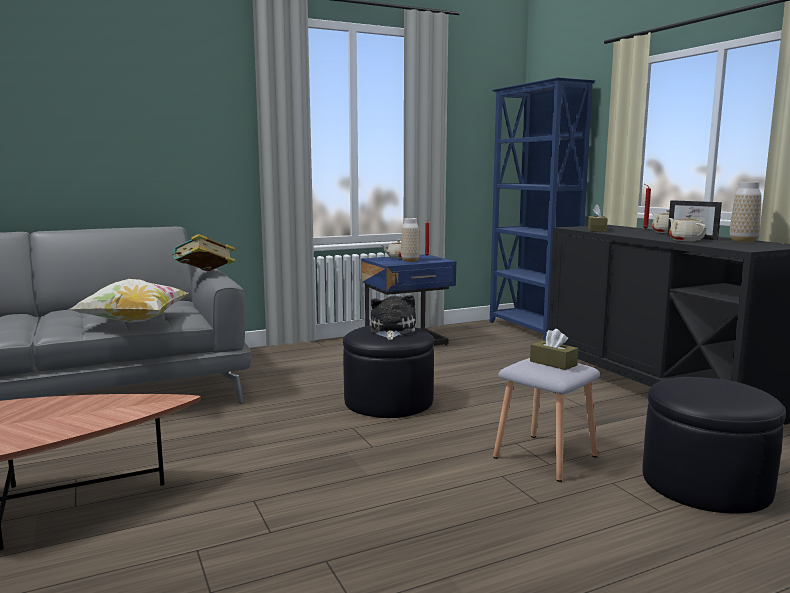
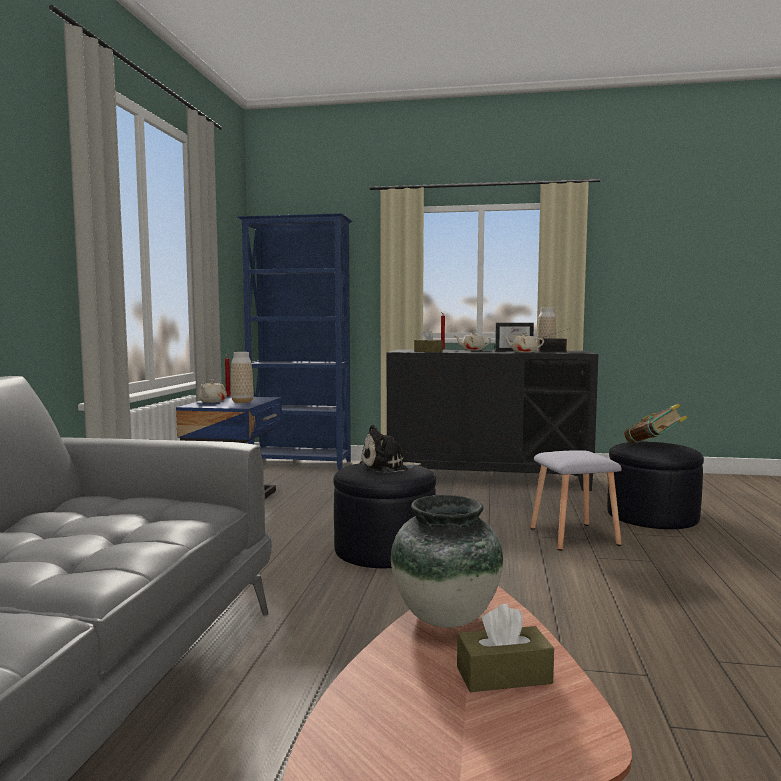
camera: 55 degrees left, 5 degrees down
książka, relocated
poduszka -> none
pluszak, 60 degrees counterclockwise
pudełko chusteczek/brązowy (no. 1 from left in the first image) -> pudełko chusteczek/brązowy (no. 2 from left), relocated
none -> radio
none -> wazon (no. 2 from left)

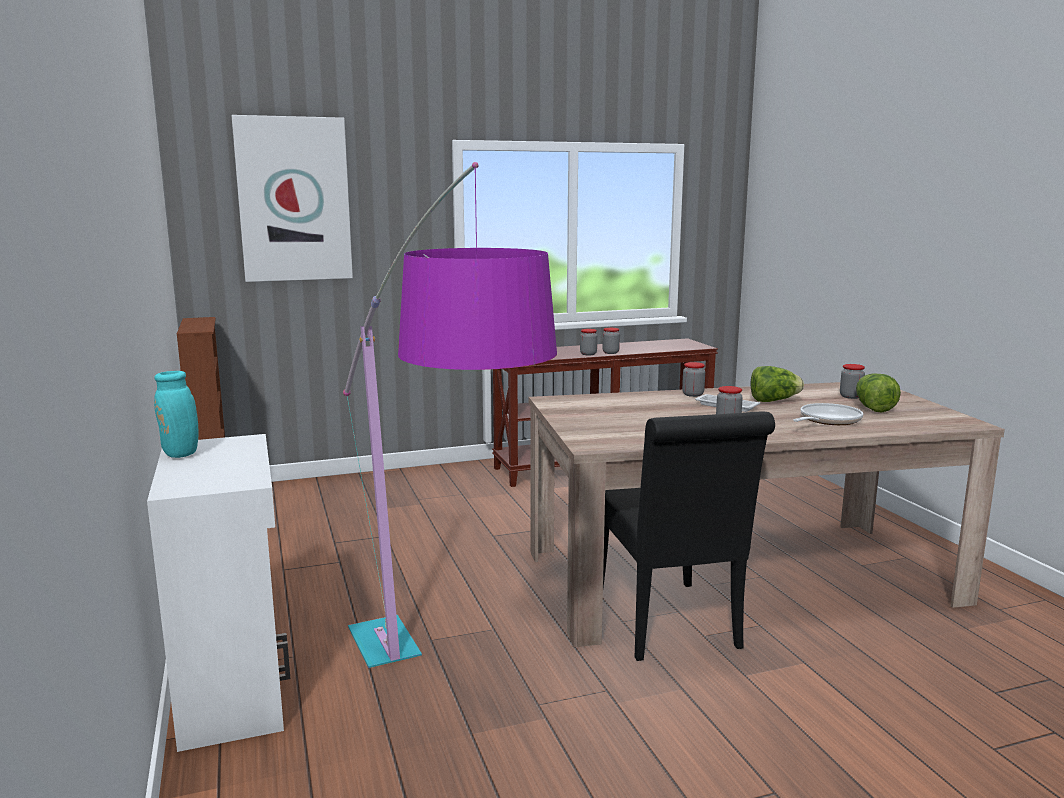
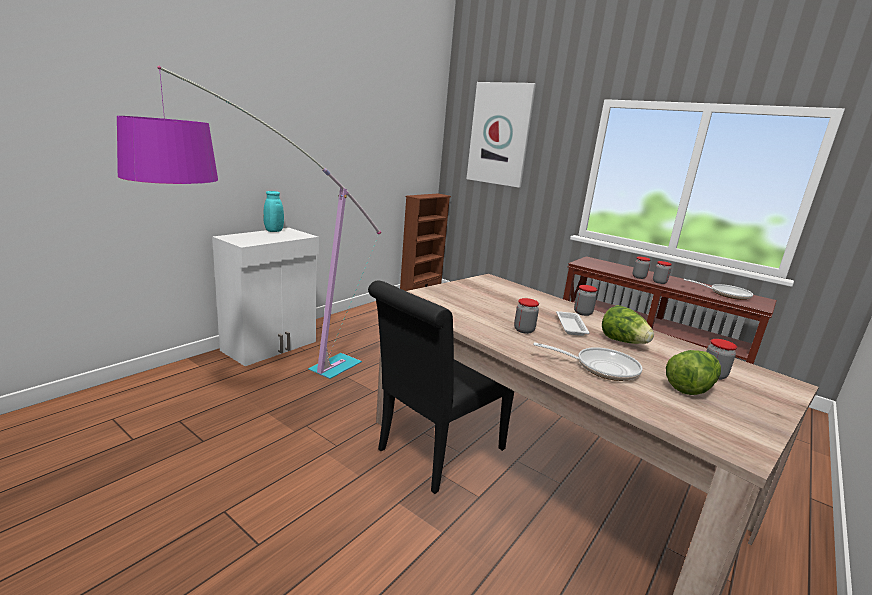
camera: 55 degrees right, 5 degrees up
none -> patelnia (no. 2 from left)

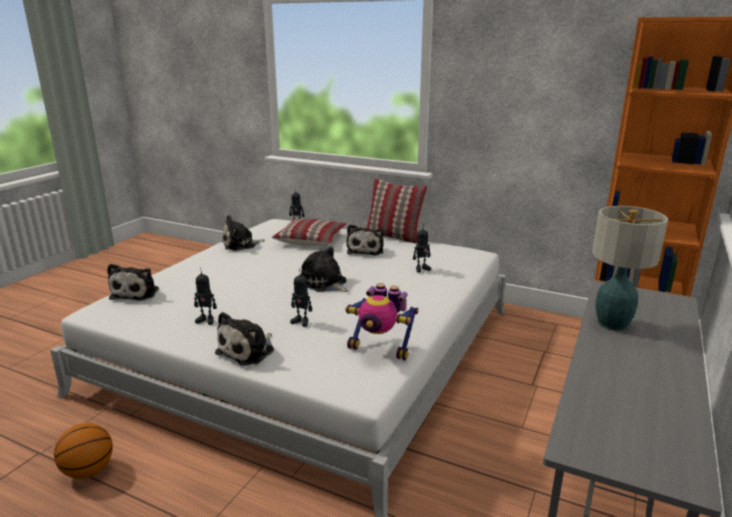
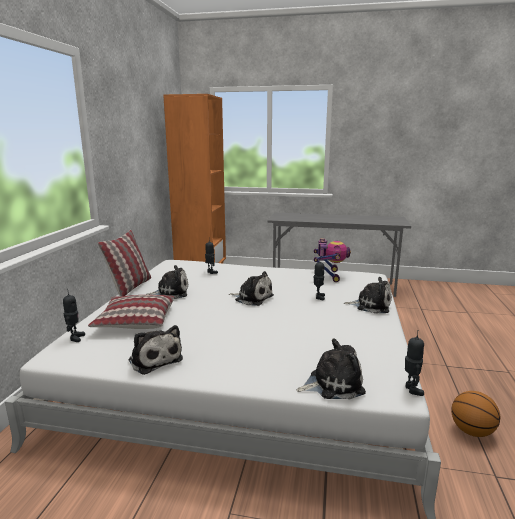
camera: 105 degrees left, 5 degrees down
lampa stołowa -> none
pluszak (no. 4 from left in the first image) -> pluszak (no. 3 from left), 90 degrees counterclockwise
robot zabawkowy (no. 1 from left in the first image) -> robot zabawkowy (no. 5 from left), relocated

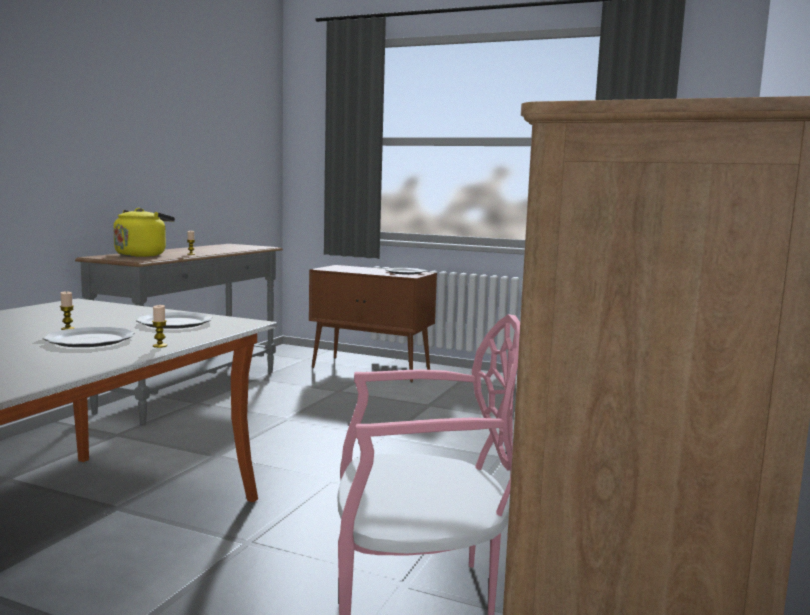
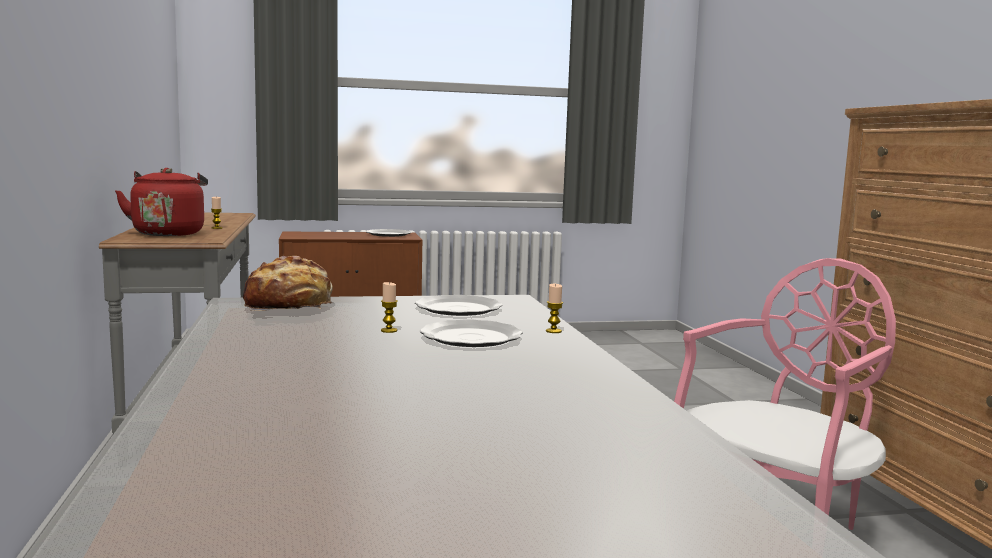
camera: 35 degrees left, 0 degrees up
czajnik/żółty -> czajnik/czerwony
none -> chleb

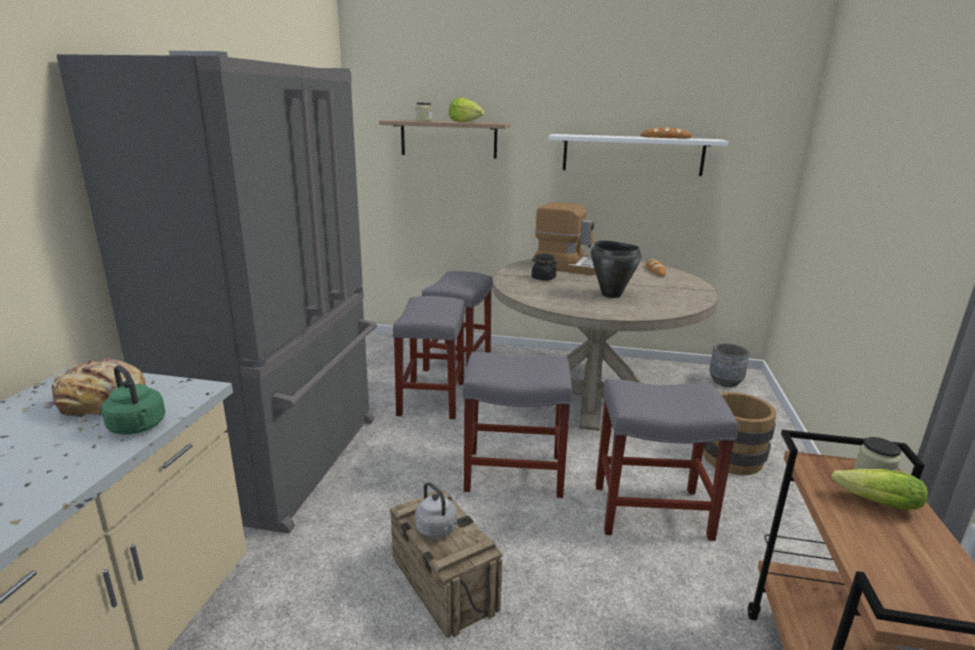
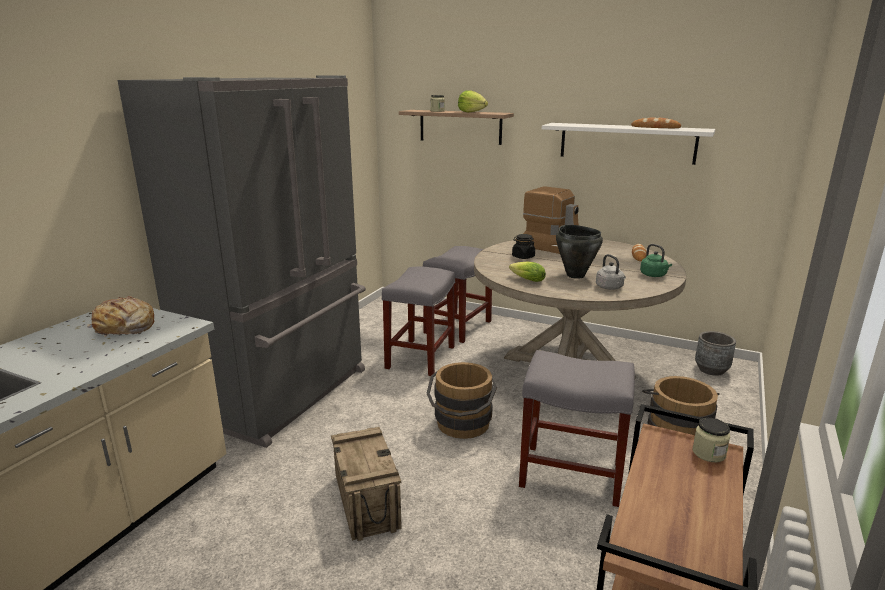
camera: 15 degrees right, 0 degrees up
stołek/szary (no. 3 from left) -> wiadro/brązowy (no. 1 from left)
czajnik/zielony, relocated
sałata (no. 2 from left), relocated
czajnik/szary, relocated

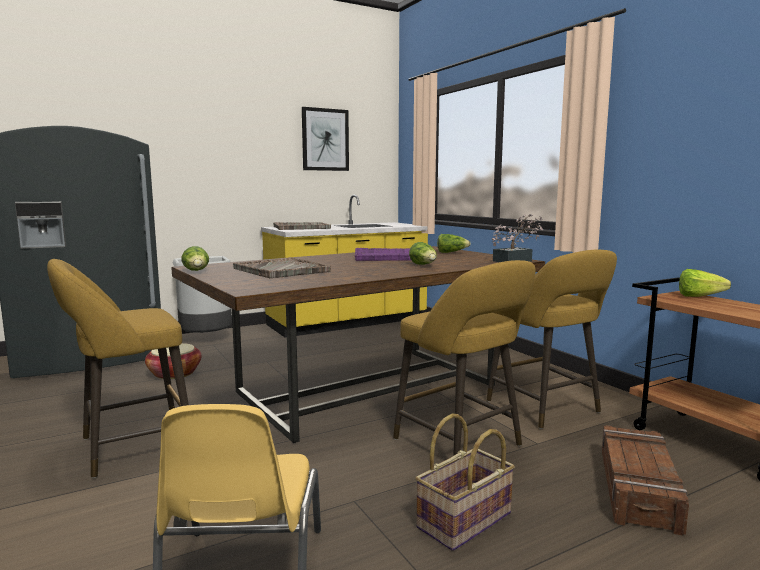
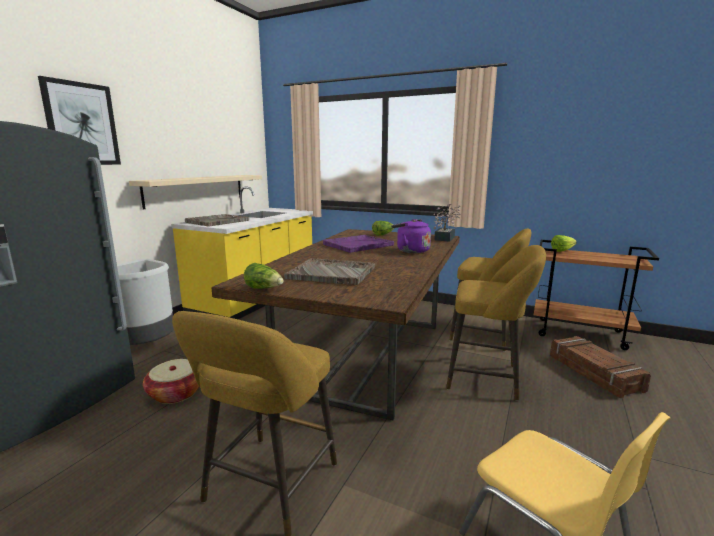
camera: 35 degrees left, 5 degrees up
obraz, relocated
sałata (no. 2 from left) -> czajnik/fioletowy
koszyk (no. 2 from left) -> none
none -> półka/beżowy

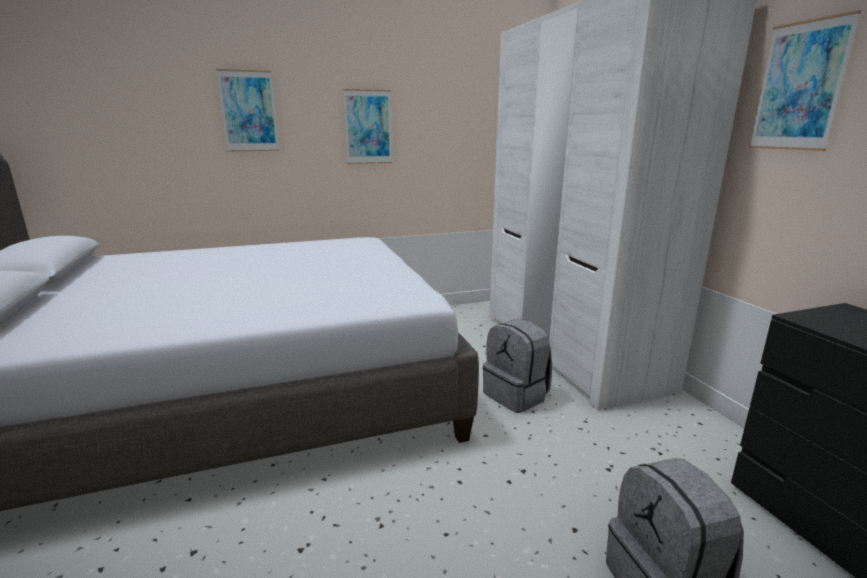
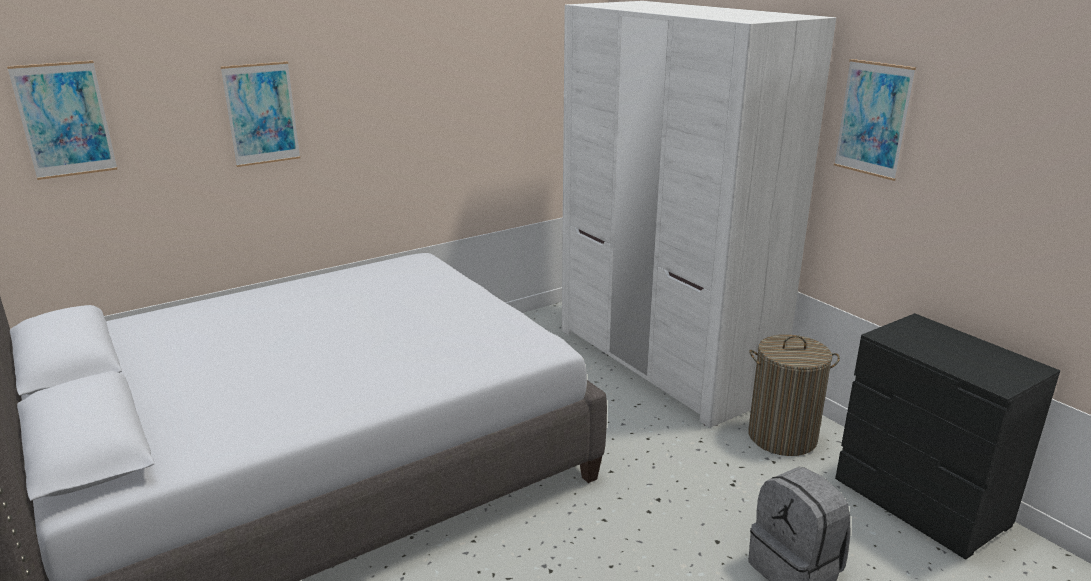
camera: 15 degrees left, 5 degrees up
obraz (no. 2 from left in the first image) -> obraz (no. 1 from left), relocated
plecak/szary (no. 1 from left) -> none
none -> kosz na pranie

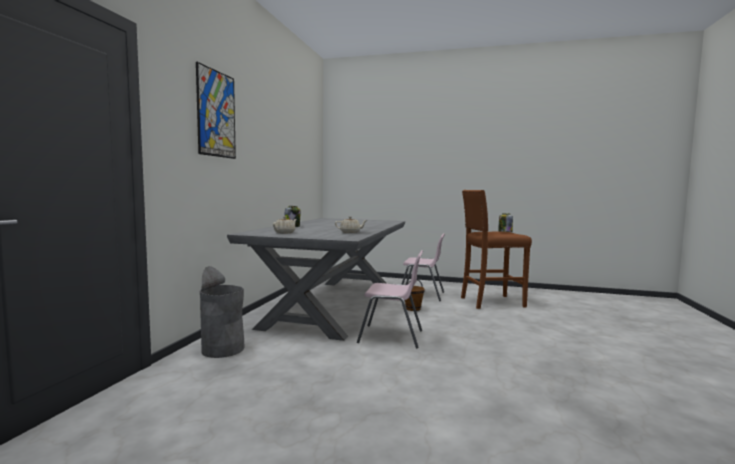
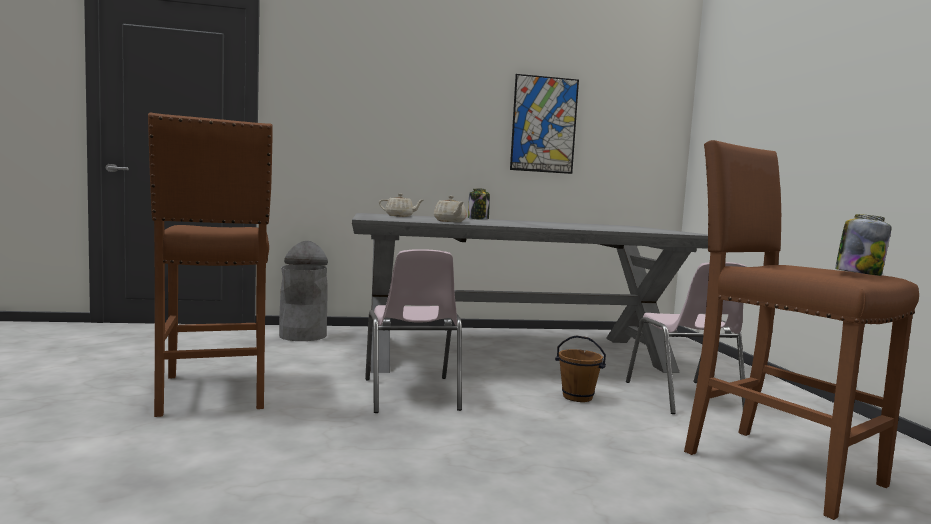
camera: 65 degrees right, 0 degrees up
obraz, relocated
none -> stołek/brązowy (no. 1 from left)

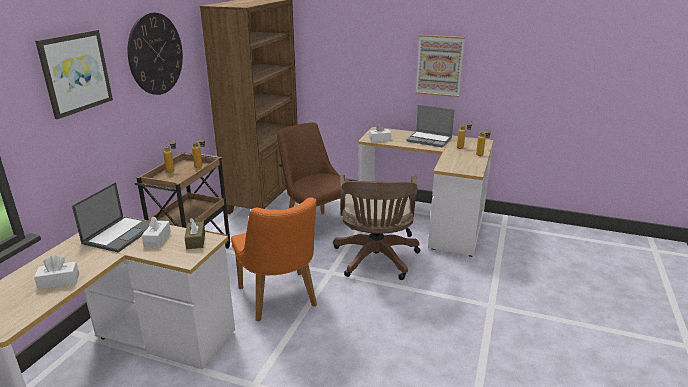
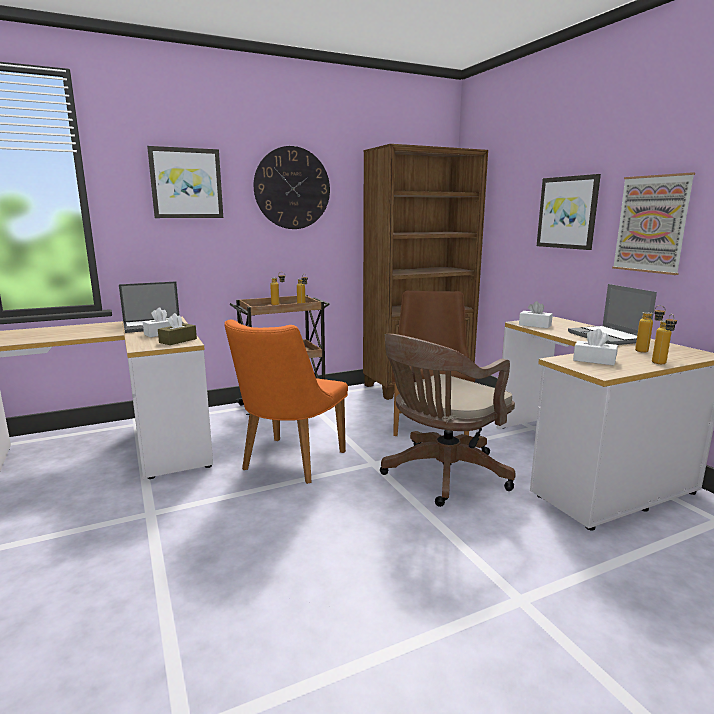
camera: 45 degrees right, 10 degrees down
pudełko chusteczek/biały (no. 1 from left in the first image) -> pudełko chusteczek/biały (no. 3 from left), relocated
none -> obraz (no. 2 from left)

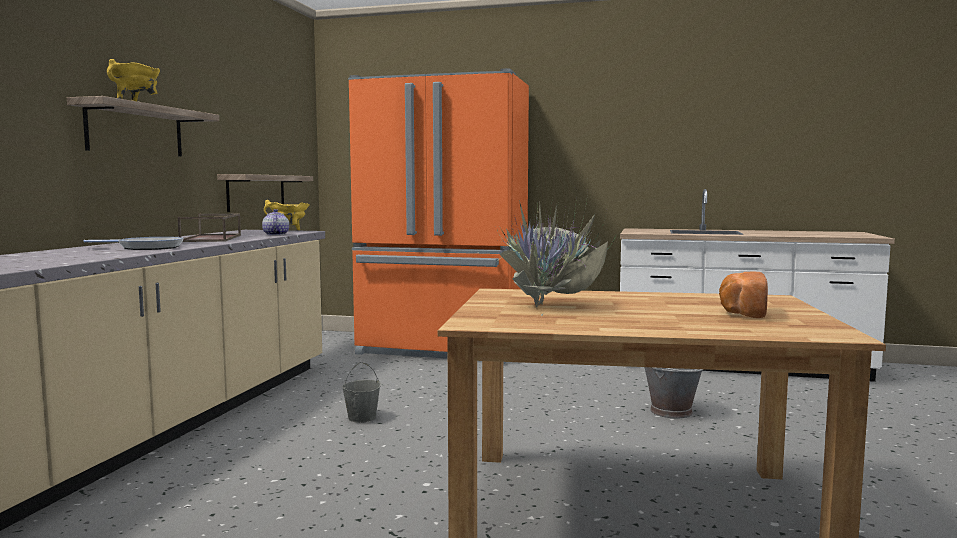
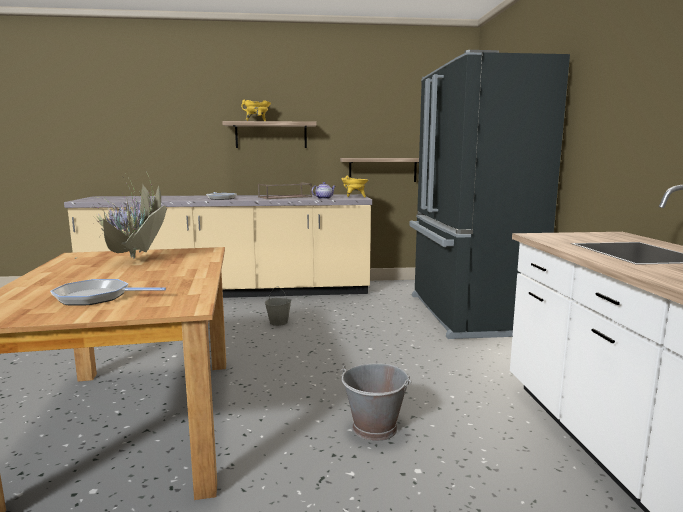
camera: 70 degrees right, 5 degrees up
lodówka/pomarańczowy -> lodówka/czarny
chleb -> patelnia (no. 1 from left)

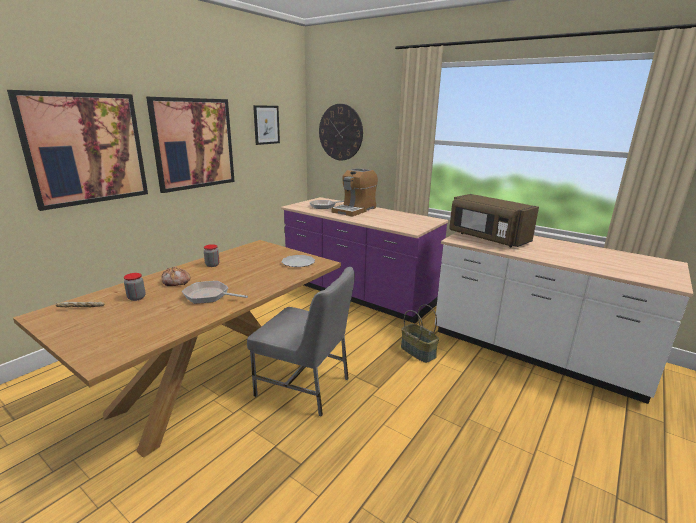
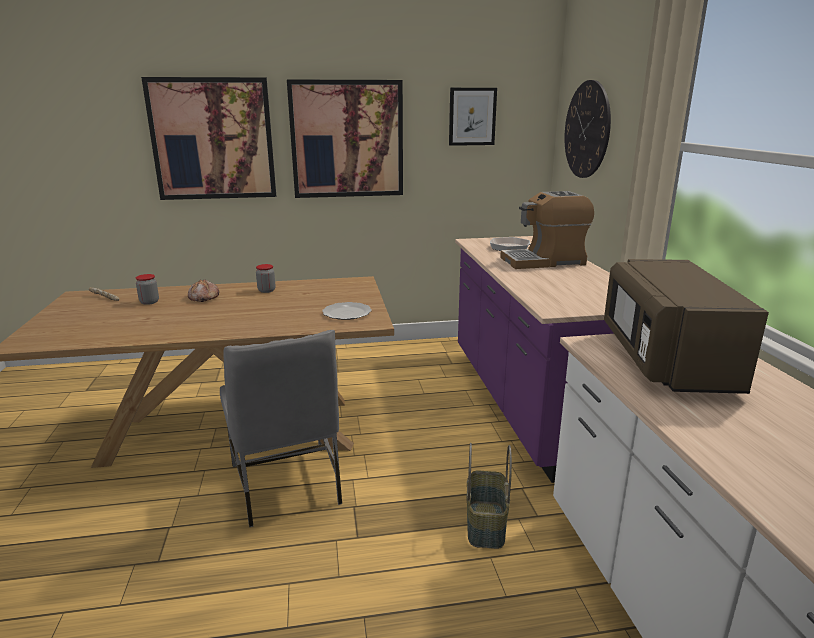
camera: 45 degrees right, 0 degrees up
patelnia (no. 1 from left) -> none

